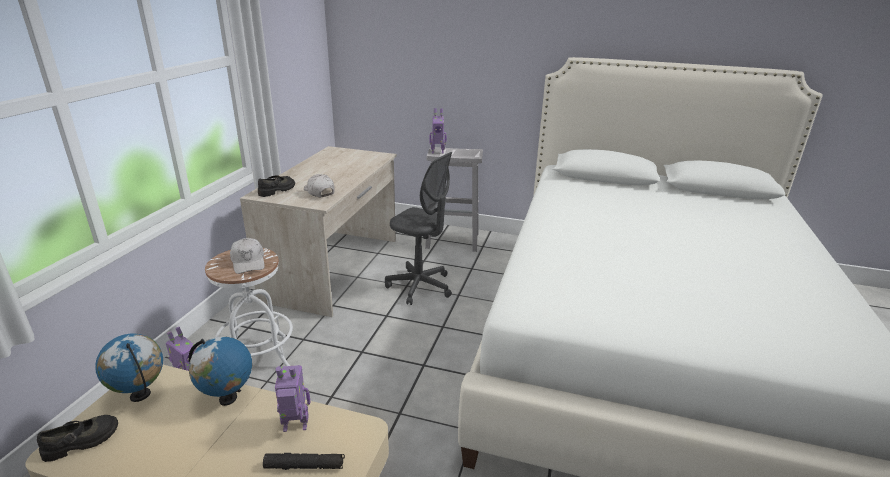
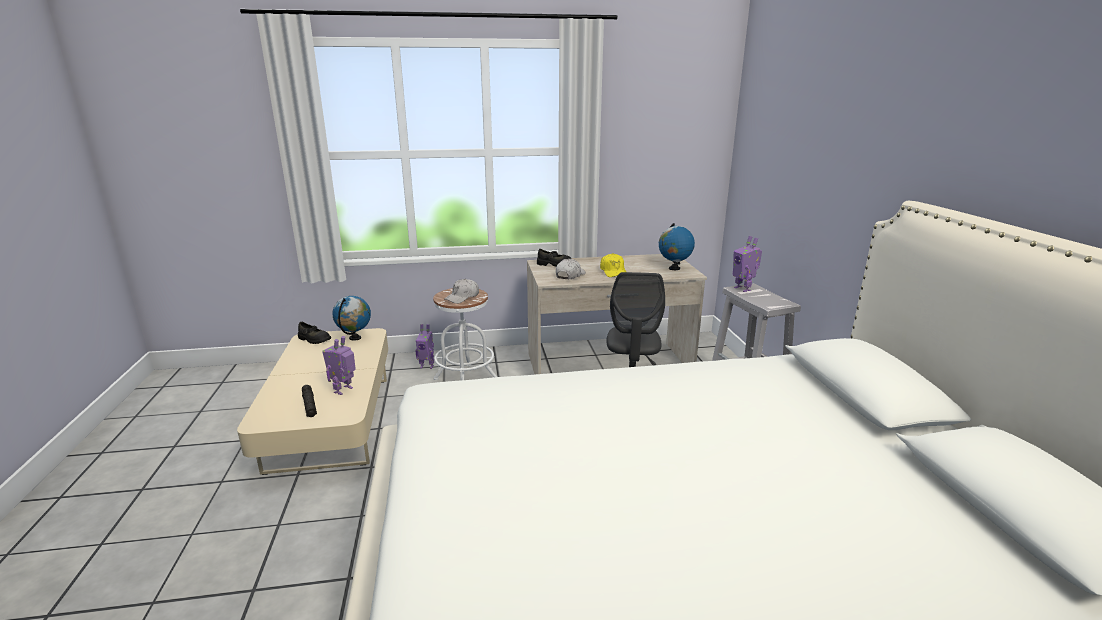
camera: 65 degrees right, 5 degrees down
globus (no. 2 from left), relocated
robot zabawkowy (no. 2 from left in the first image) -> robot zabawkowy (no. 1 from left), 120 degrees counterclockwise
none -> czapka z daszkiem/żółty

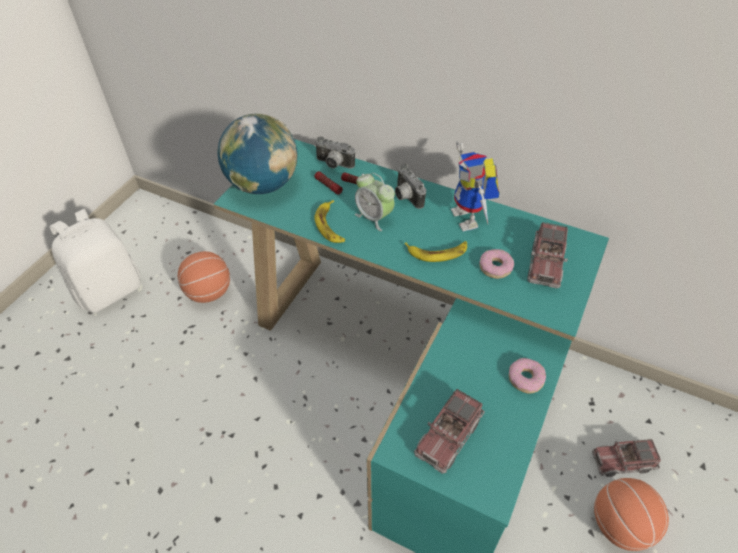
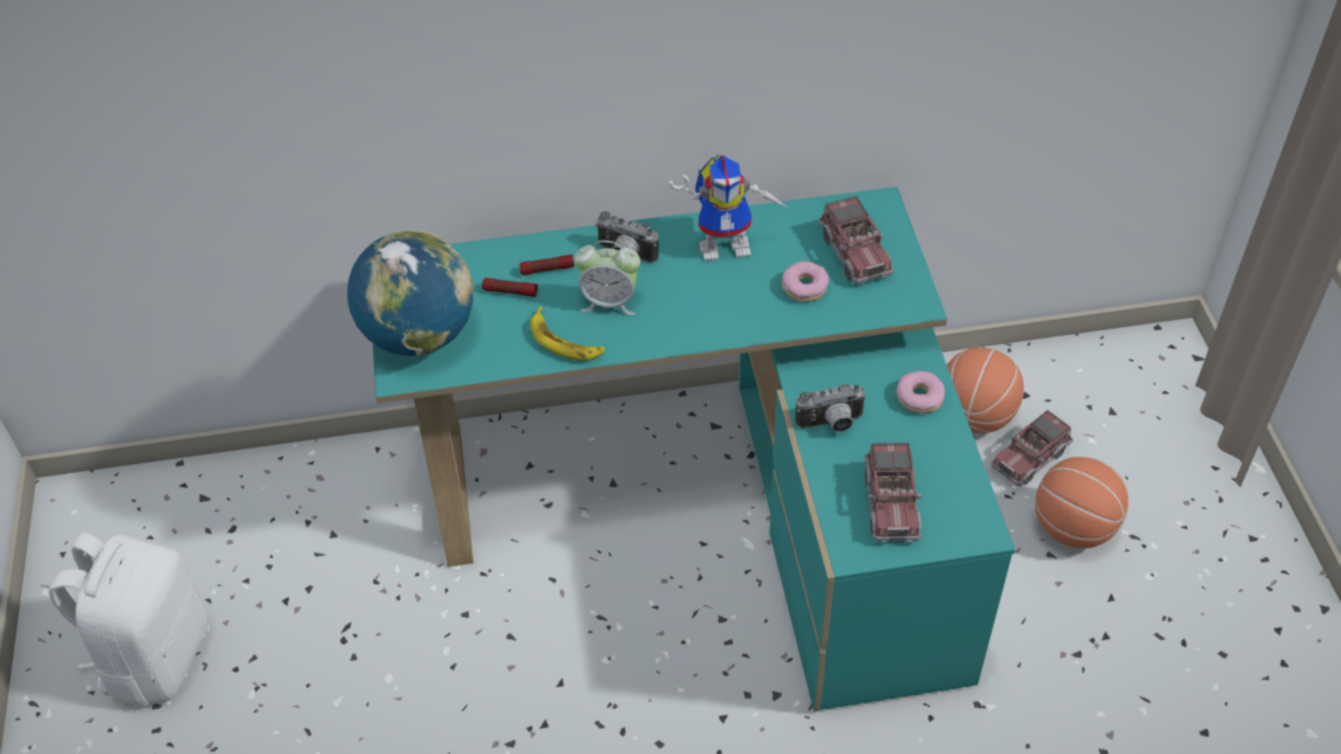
camera: 35 degrees left, 0 degrees up
aparat fotograficzny (no. 1 from left in the first image) -> aparat fotograficzny (no. 2 from left), relocated
robot zabawkowy, 45 degrees counterclockwise
banan (no. 2 from left) -> none
piłka do koszykówki (no. 1 from left), relocated

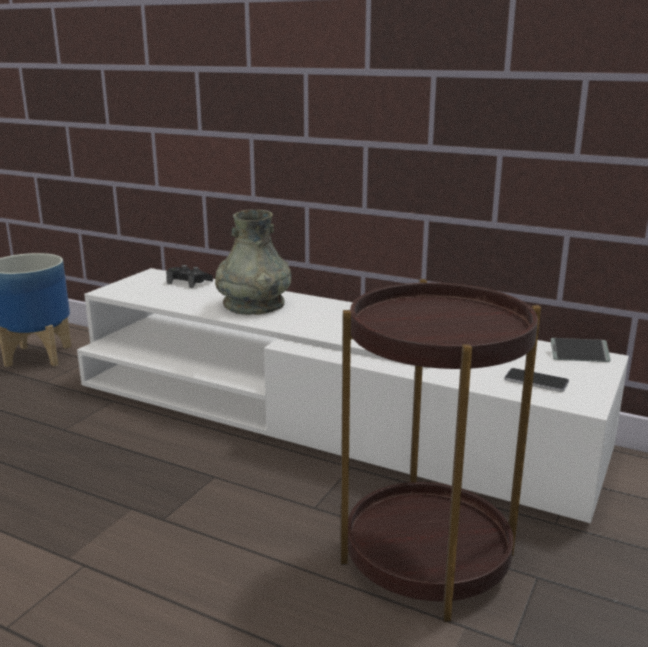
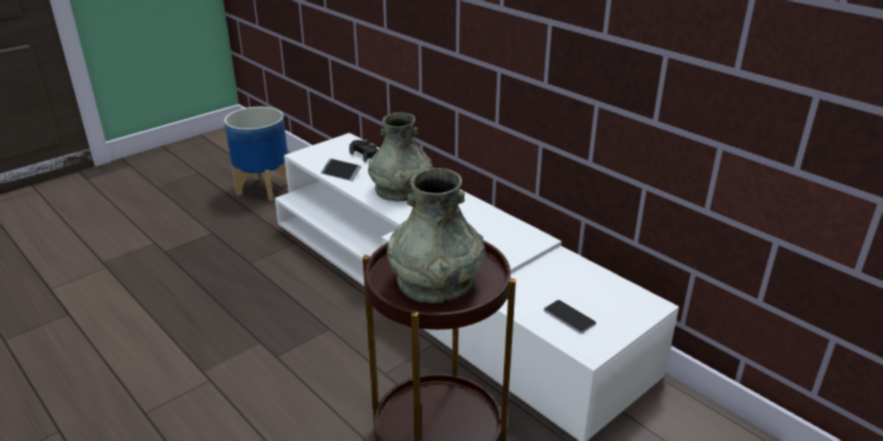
camera: 20 degrees right, 10 degrees up
telefon (no. 2 from left in the first image) -> telefon (no. 1 from left), relocated
none -> wazon/szary (no. 2 from left)

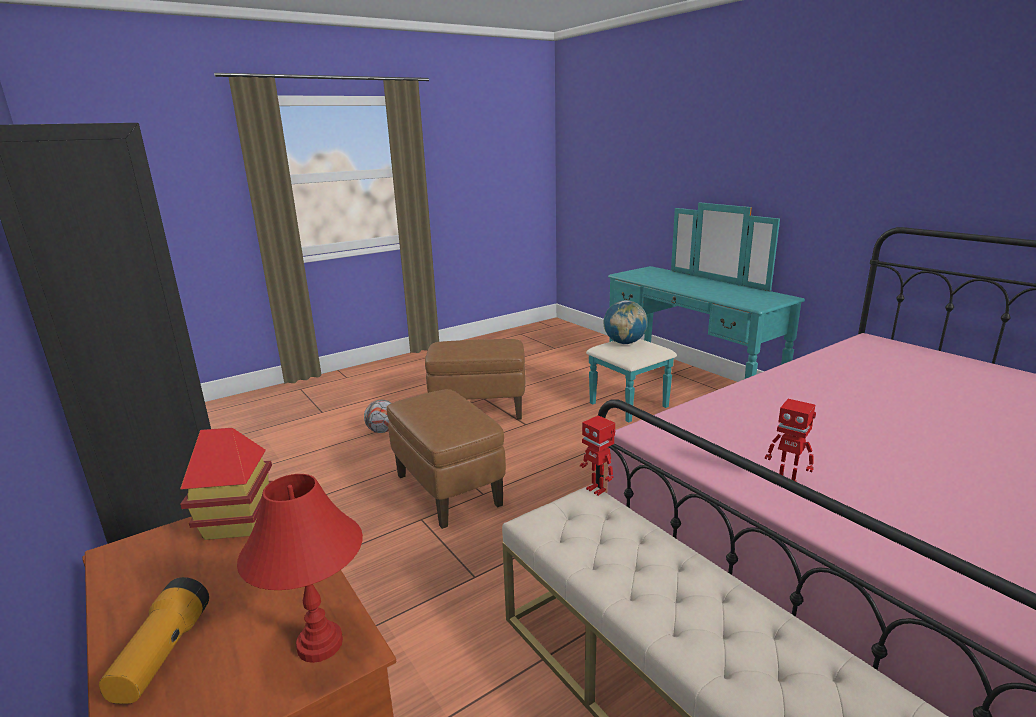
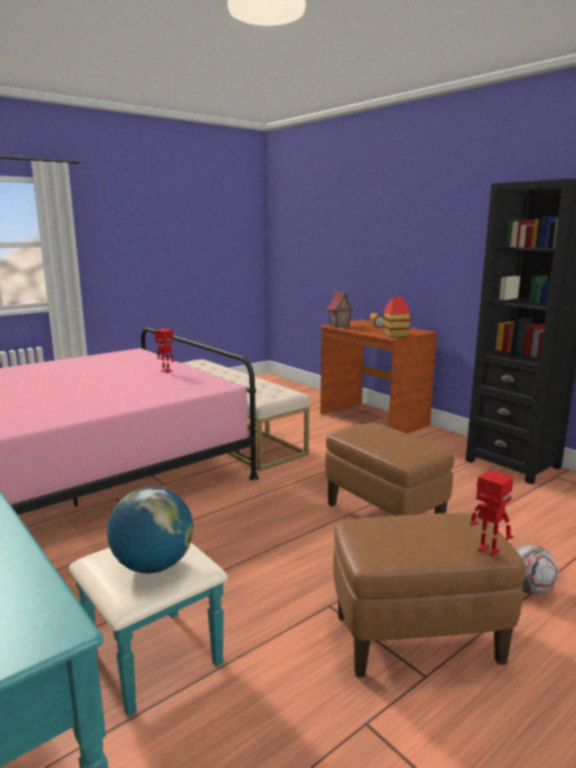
camera: 175 degrees right, 5 degrees down
robot zabawkowy (no. 1 from left in the first image) -> robot zabawkowy (no. 2 from left), relocated
lampa stołowa/czerwony -> domek (no. 1 from left)

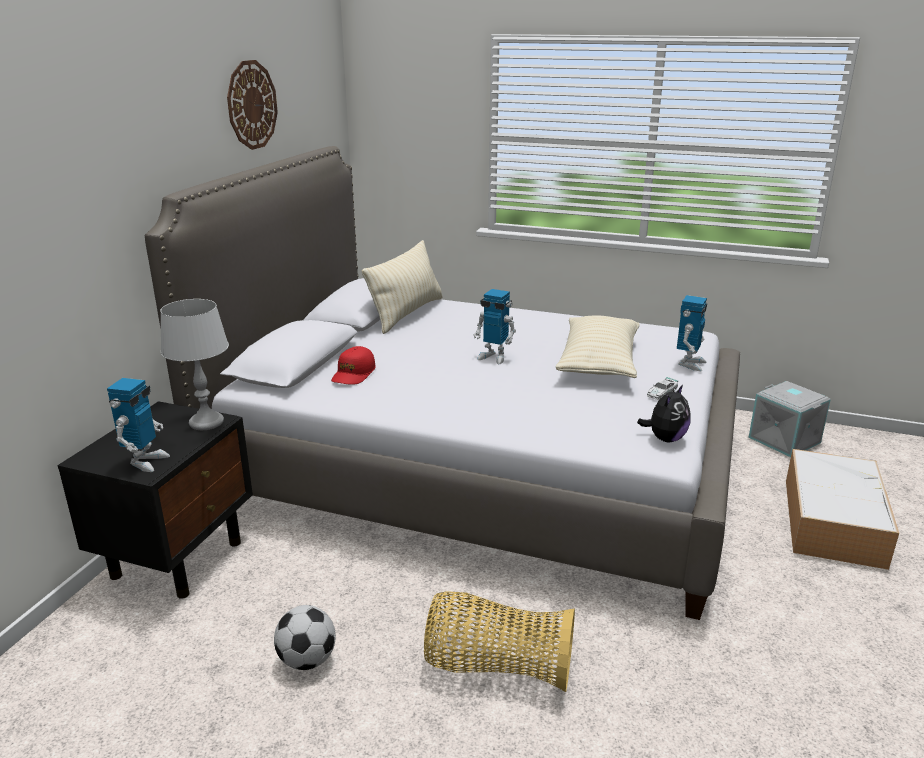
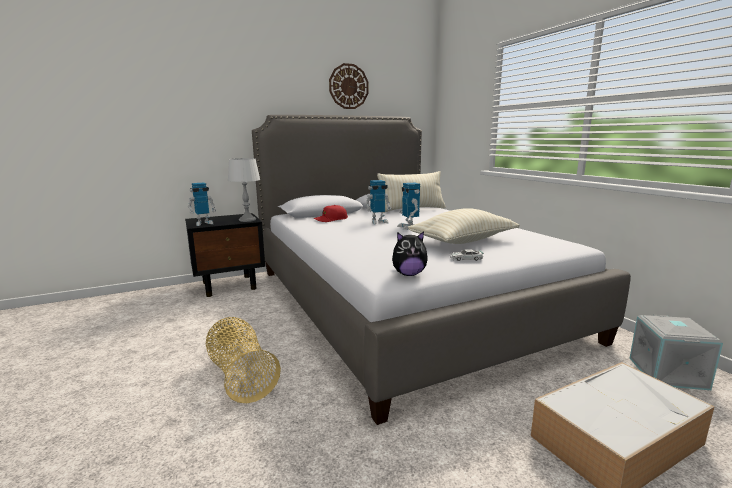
camera: 45 degrees right, 10 degrees down
robot zabawkowy (no. 3 from left in the first image) -> robot zabawkowy (no. 2 from left), relocated
piłka futbolowa -> none

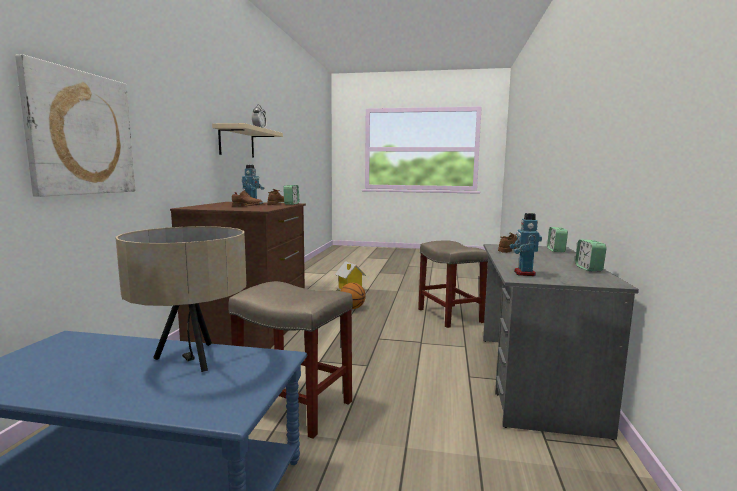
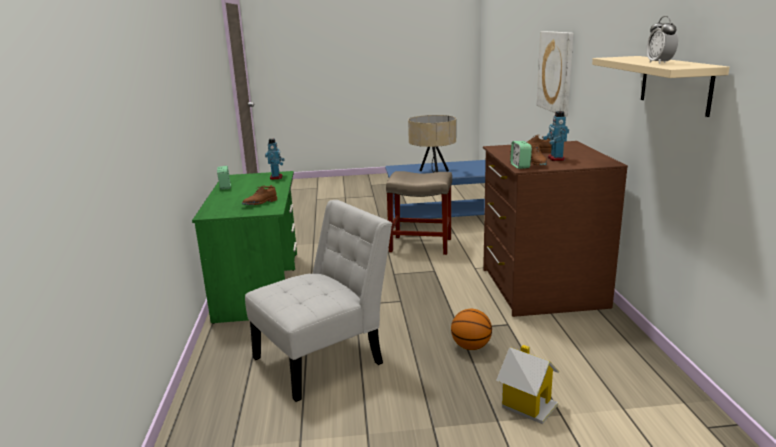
camera: 165 degrees right, 10 degrees up
budzik (no. 3 from left) -> none
stołek/beżowy (no. 2 from left) -> krzesło/biały
biurko/szary -> biurko/zielony

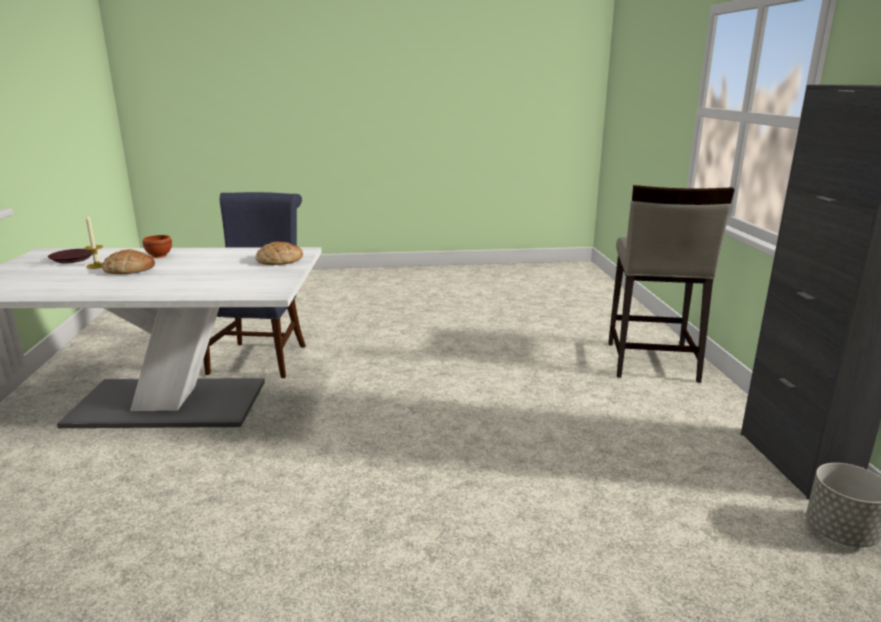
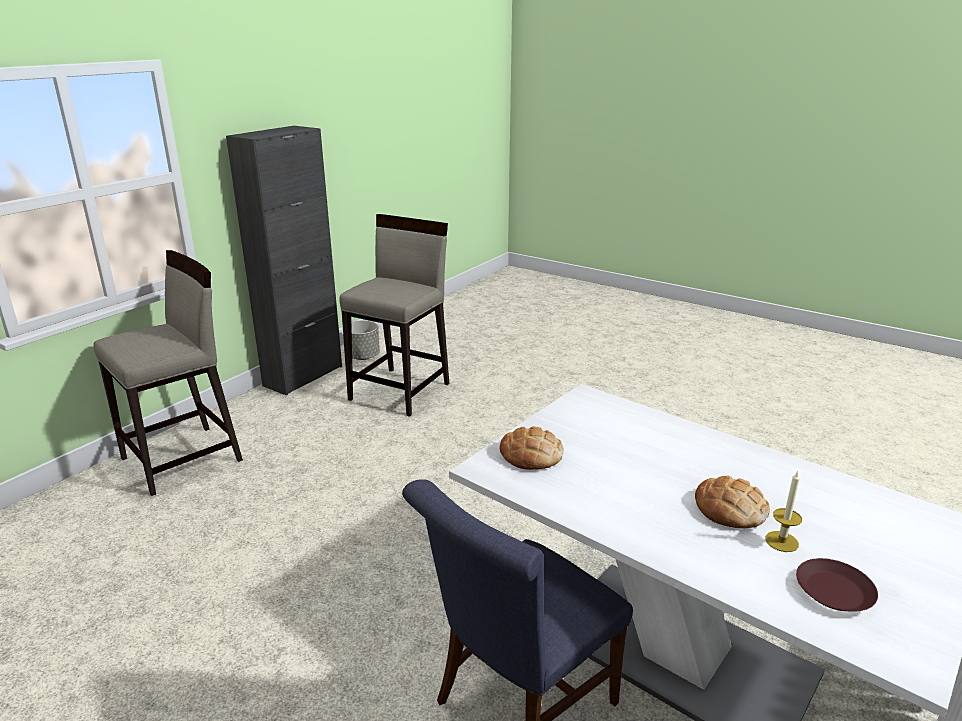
camera: 140 degrees left, 5 degrees up
miska/brązowy -> none
none -> stołek/beżowy (no. 2 from left)

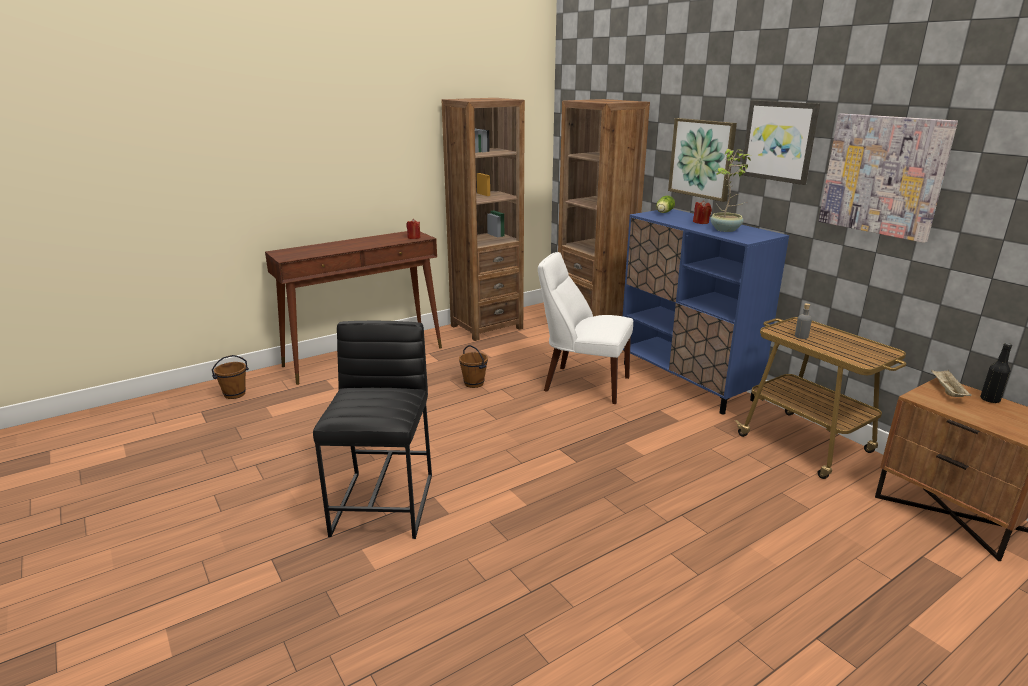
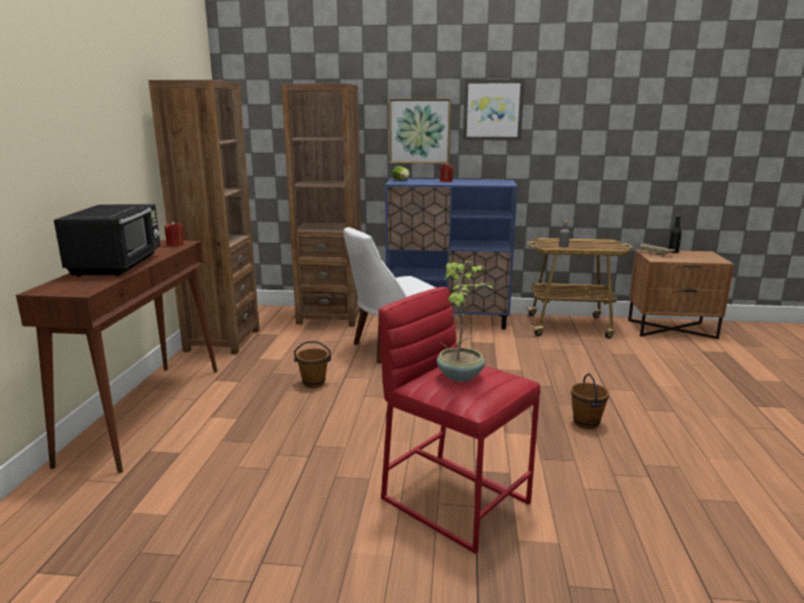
camera: 50 degrees left, 5 degrees down
obraz (no. 3 from left) -> none
roślina doniczkowa, relocated
stołek/czarny -> stołek/czerwony
wiadro/brązowy (no. 1 from left in the first image) -> wiadro/brązowy (no. 2 from left), relocated
none -> mikrofalówka/czarny

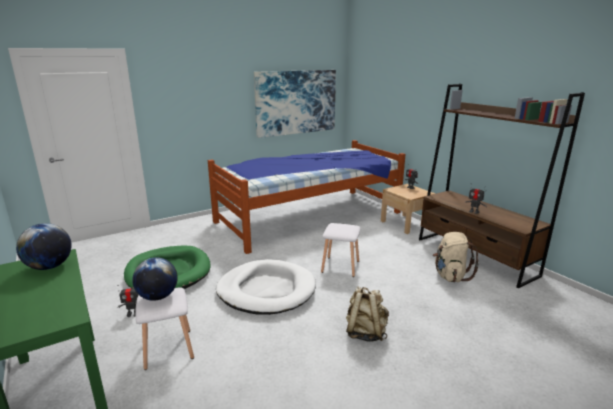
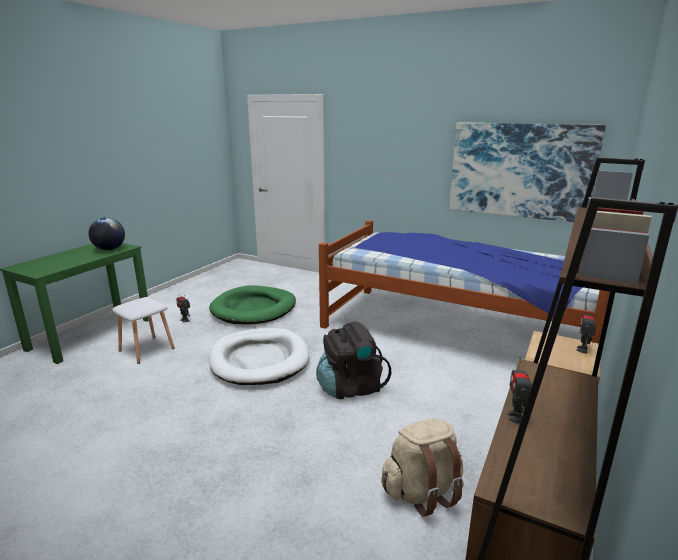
camera: 60 degrees right, 0 degrees up
stołek/biały (no. 2 from left) -> plecak/czarny
globus (no. 2 from left) -> none
plecak/beżowy (no. 1 from left) -> none

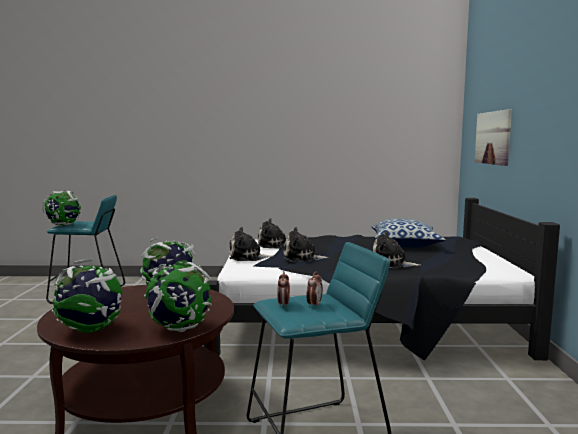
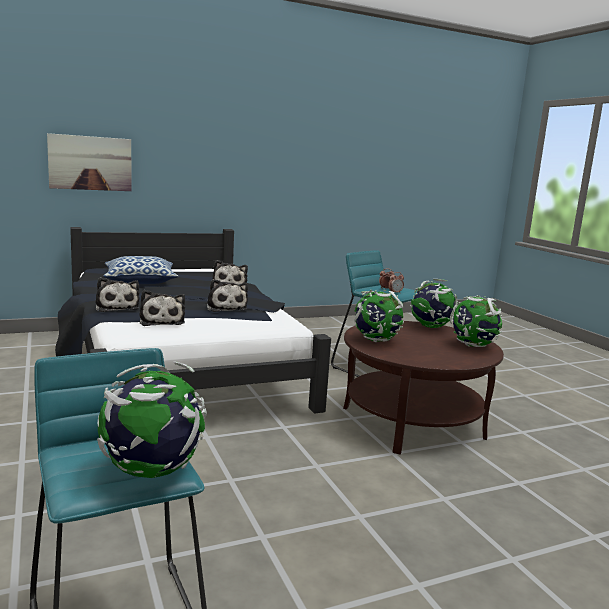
camera: 115 degrees left, 5 degrees up
pluszak (no. 1 from left), relocated

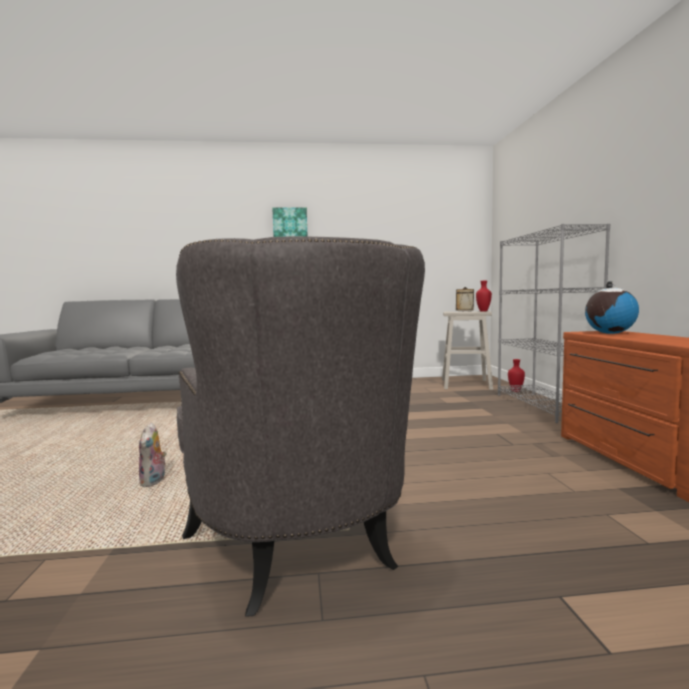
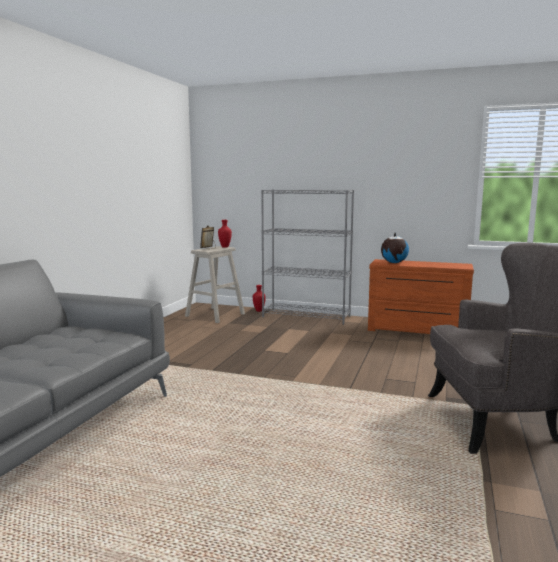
camera: 65 degrees left, 5 degrees up
obraz -> none
pluszak -> none

